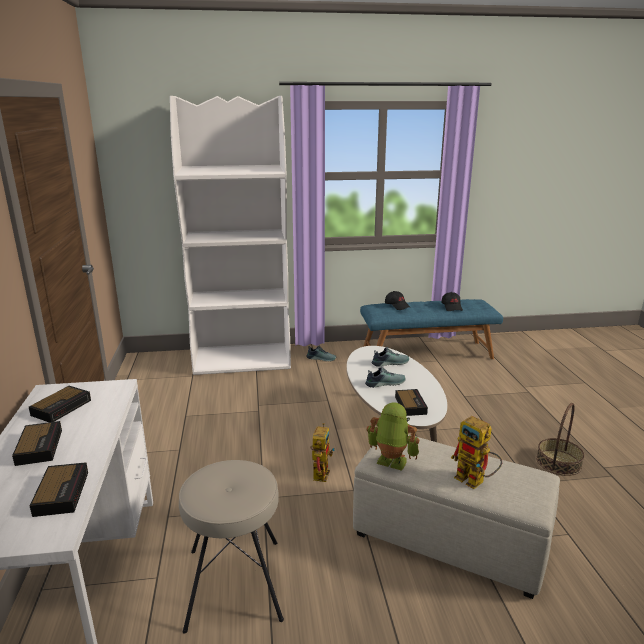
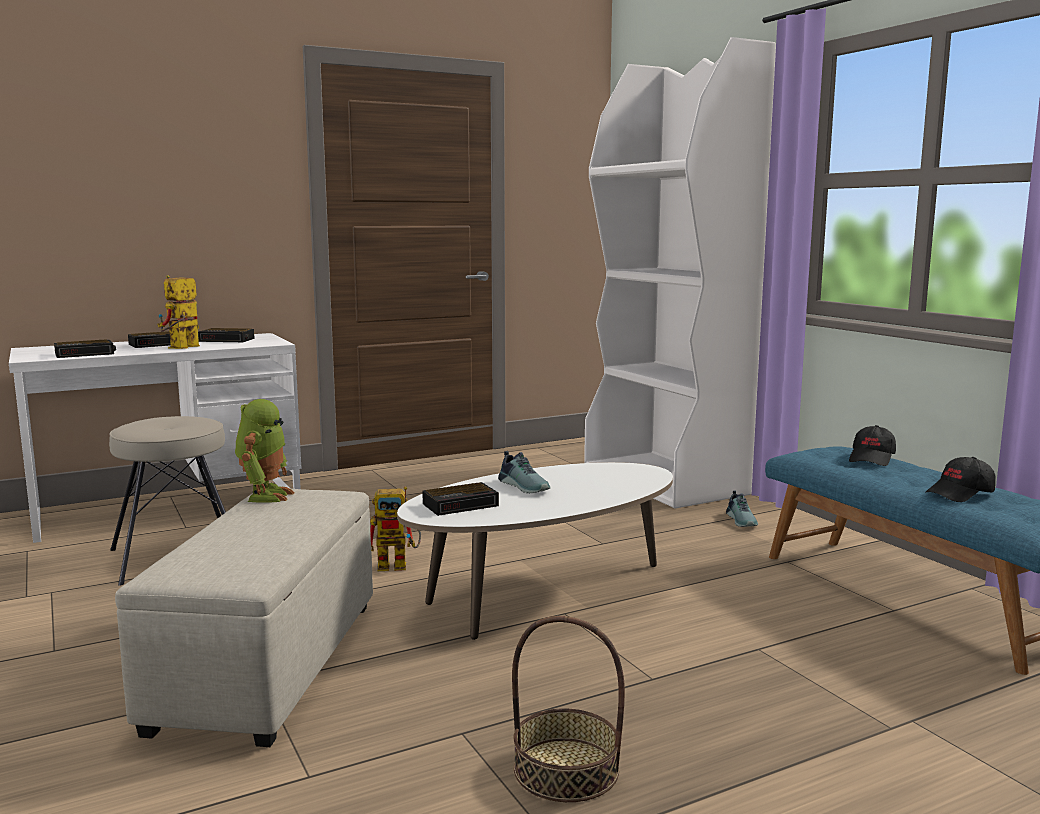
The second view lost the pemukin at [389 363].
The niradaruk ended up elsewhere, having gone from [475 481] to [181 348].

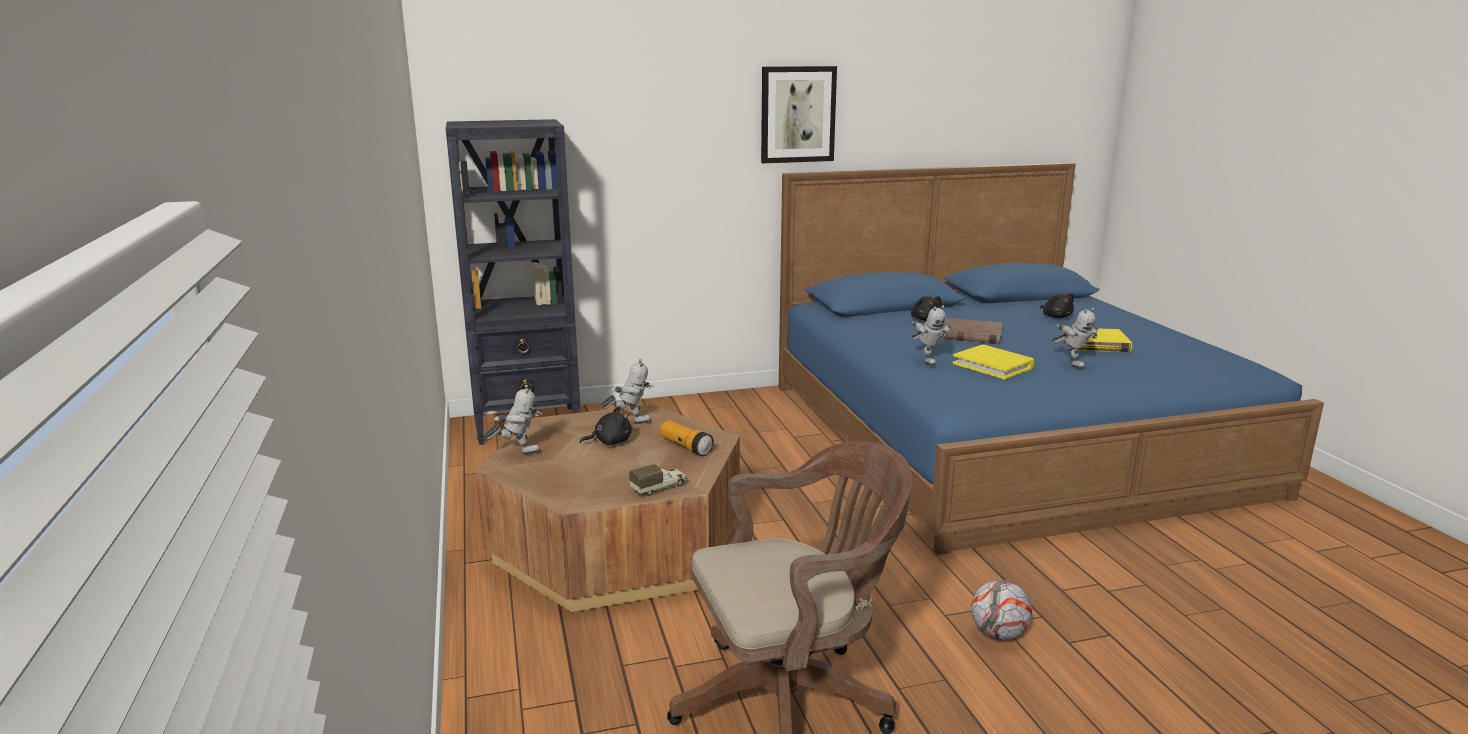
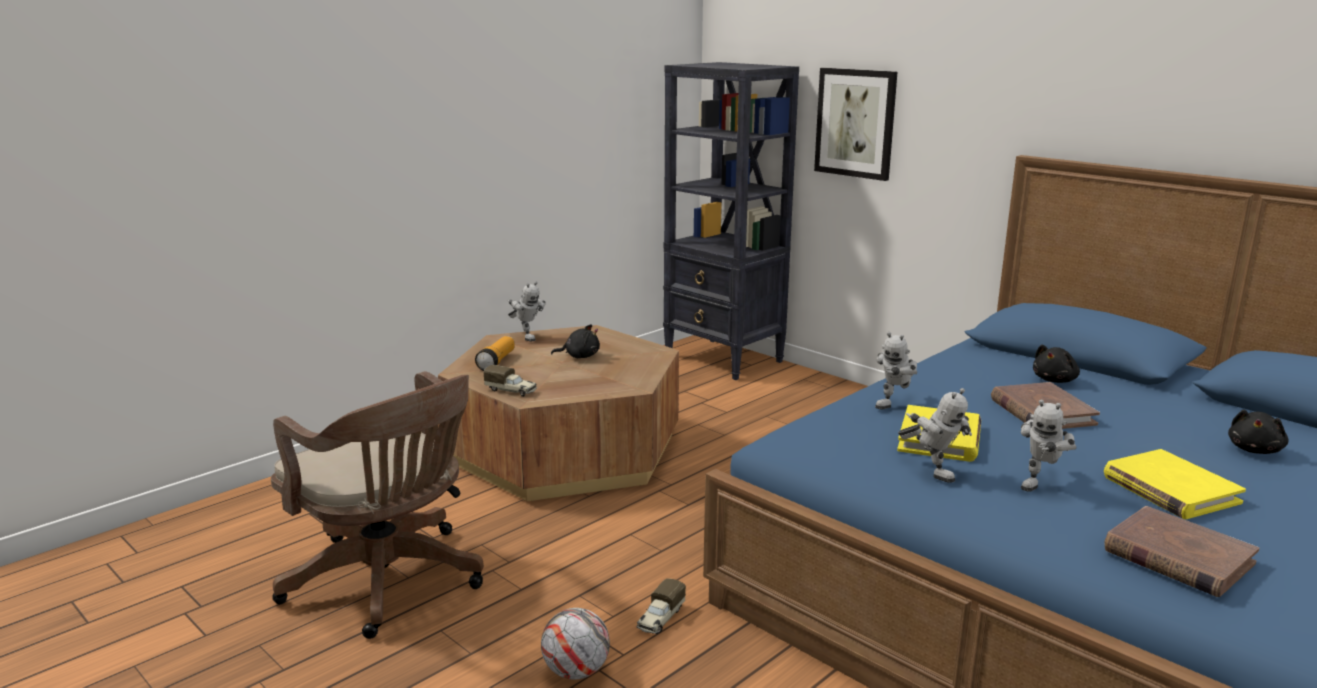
The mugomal ended up elsewhere, having gone from [797 114] to [855 123].
The niradaruk ended up elsewhere, having gone from [630 422] to [932 472].
The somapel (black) at [610 442] ended up facing another way, 45 degrees counterclockwise from before.
The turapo ended up elsewhere, having gone from [686 447] to [496 362].
The second view gained the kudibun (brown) at [1177 557].
The second view gained the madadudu at [660 619].

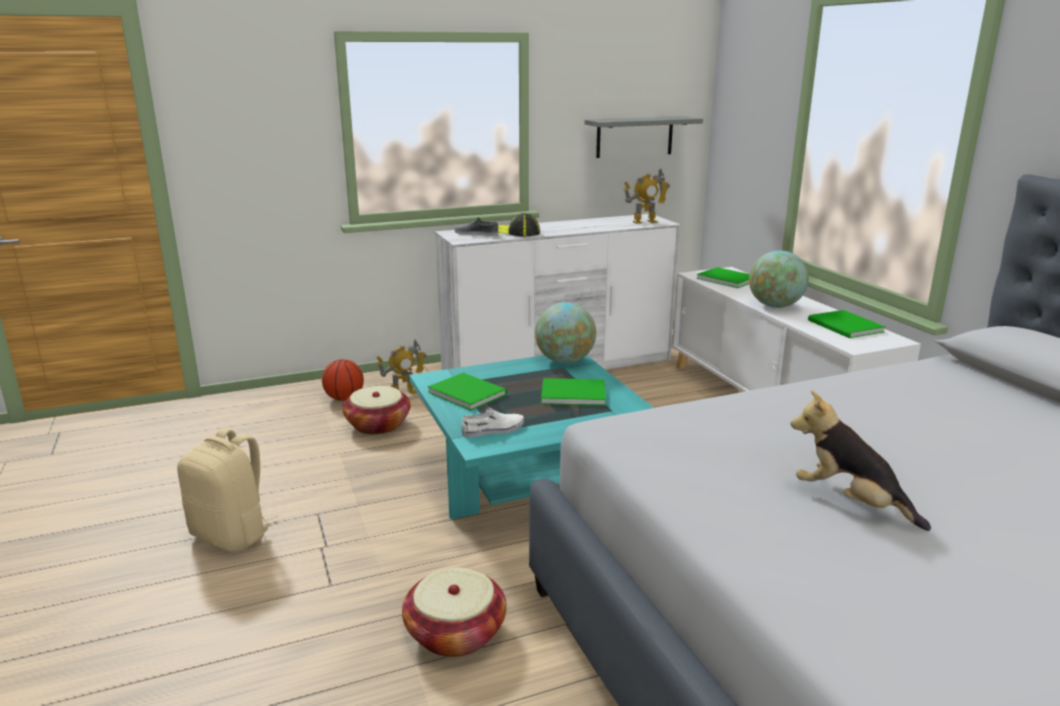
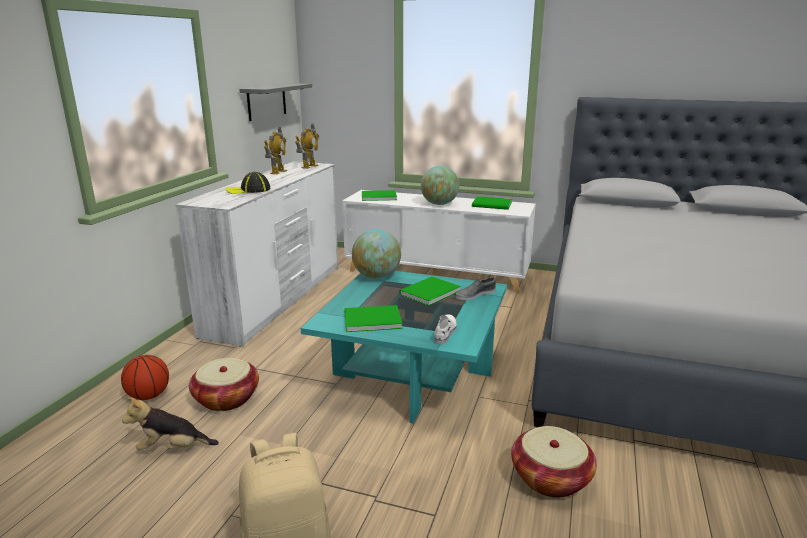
The pemukin (grey) ended up elsewhere, having gone from [476 234] to [475 294].
The niradaruk ended up elsewhere, having gone from [404 392] to [278 172].
The somapel ended up elsewhere, having gone from [850 502] to [172 448].

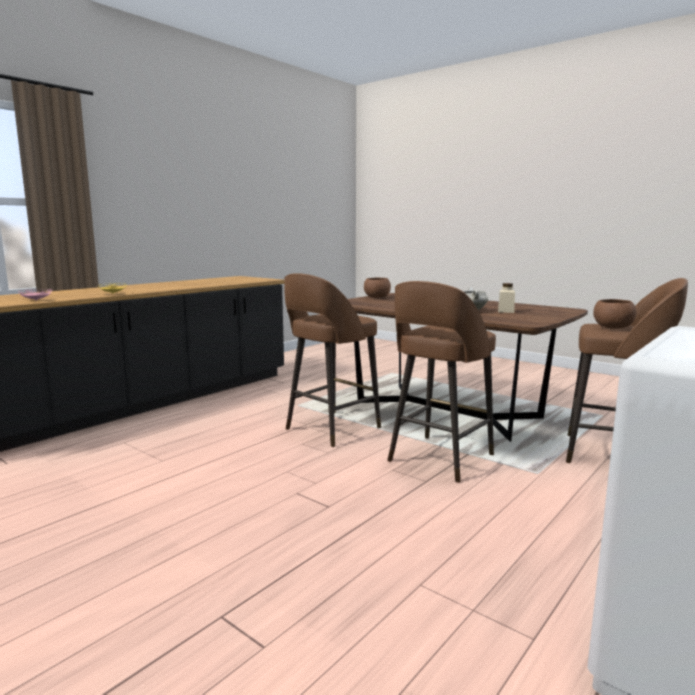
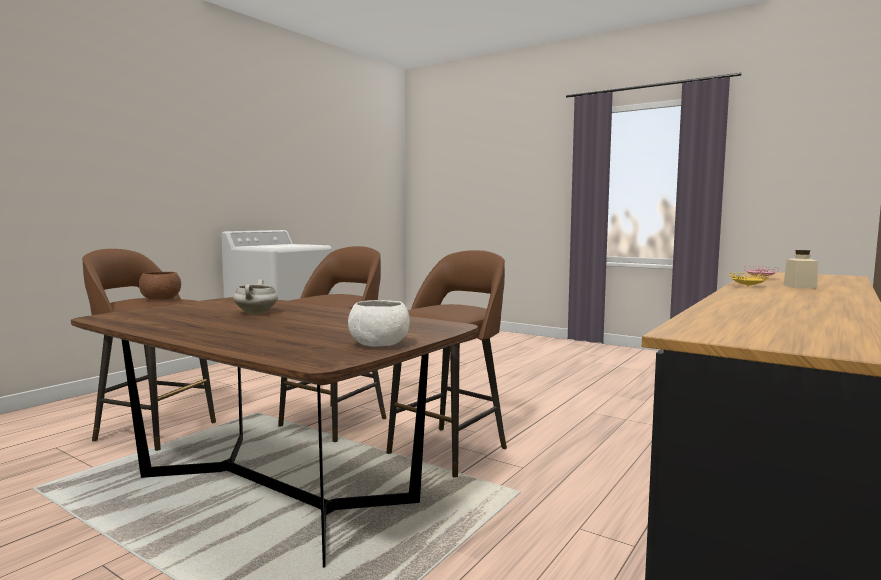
What was the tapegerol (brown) at [377 297] turned into the tapegerol (white) at [379 345].
The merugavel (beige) ended up elsewhere, having gone from [506 311] to [800 287].

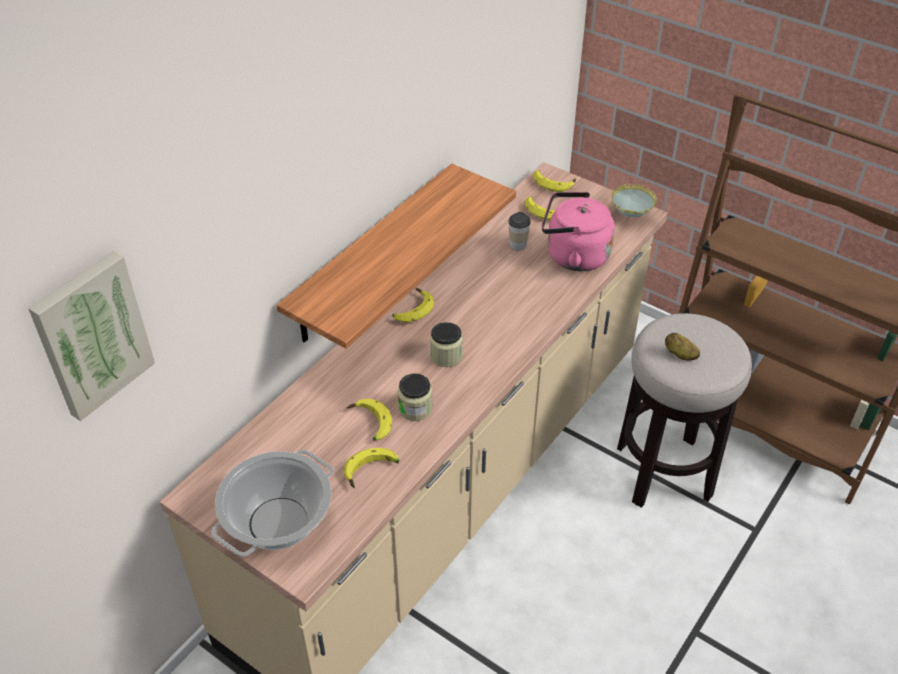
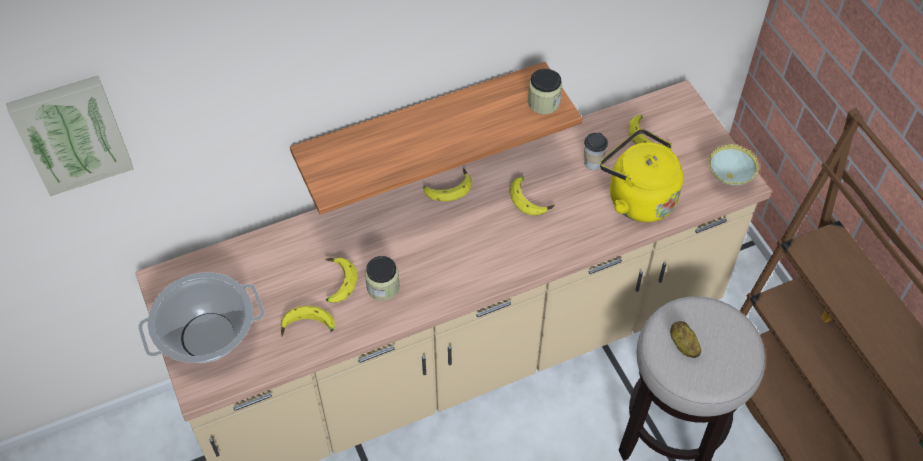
The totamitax ended up elsewhere, having gone from [553 183] to [531 199].
What was the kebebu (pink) at [573 256] turned into the kebebu (yellow) at [637 198].
The merugavel ended up elsewhere, having gone from [446 356] to [544 102].

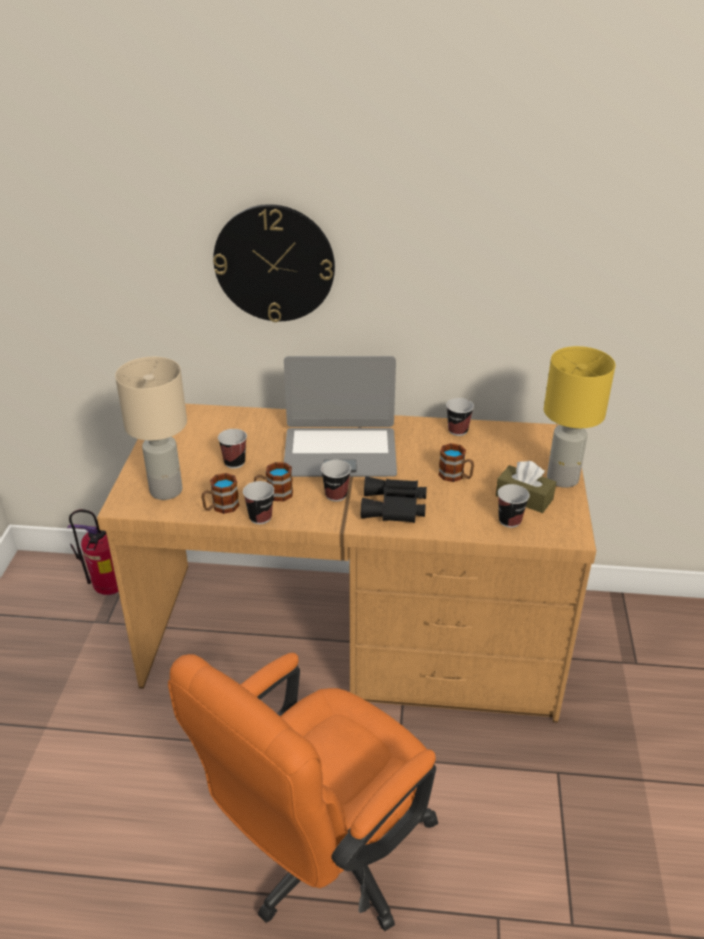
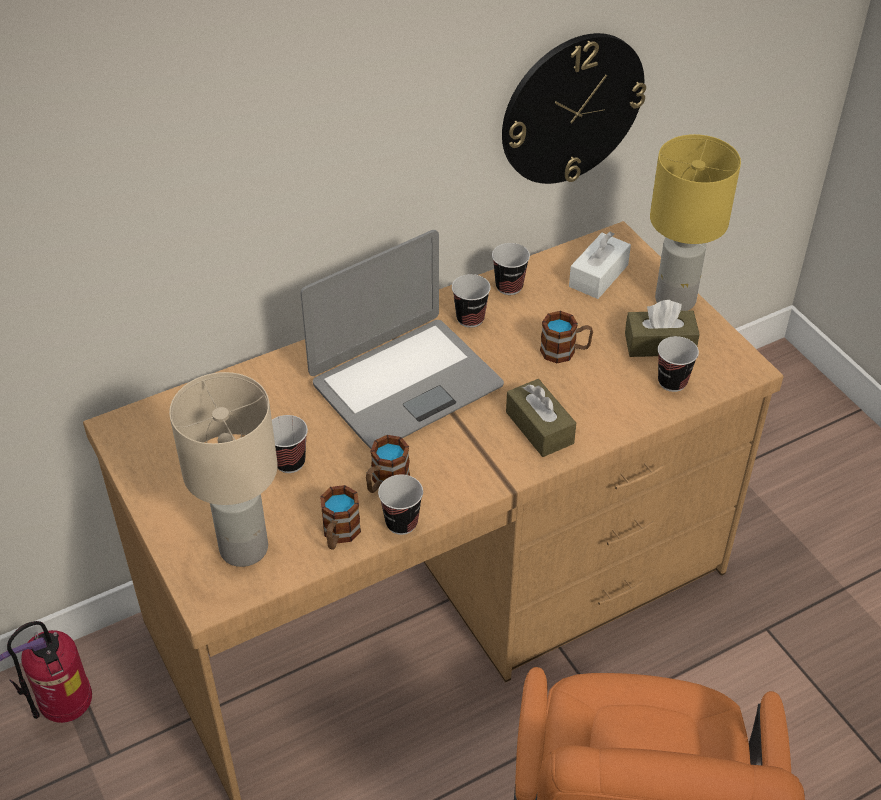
The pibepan ended up elsewhere, having gone from [274 263] to [572 109].
The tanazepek ended up elsewhere, having gone from [336 495] to [470 318].
Where the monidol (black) stood at [394 507], the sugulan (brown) came to stand at [539 428].
The second view gained the sugulan (white) at [598 276].

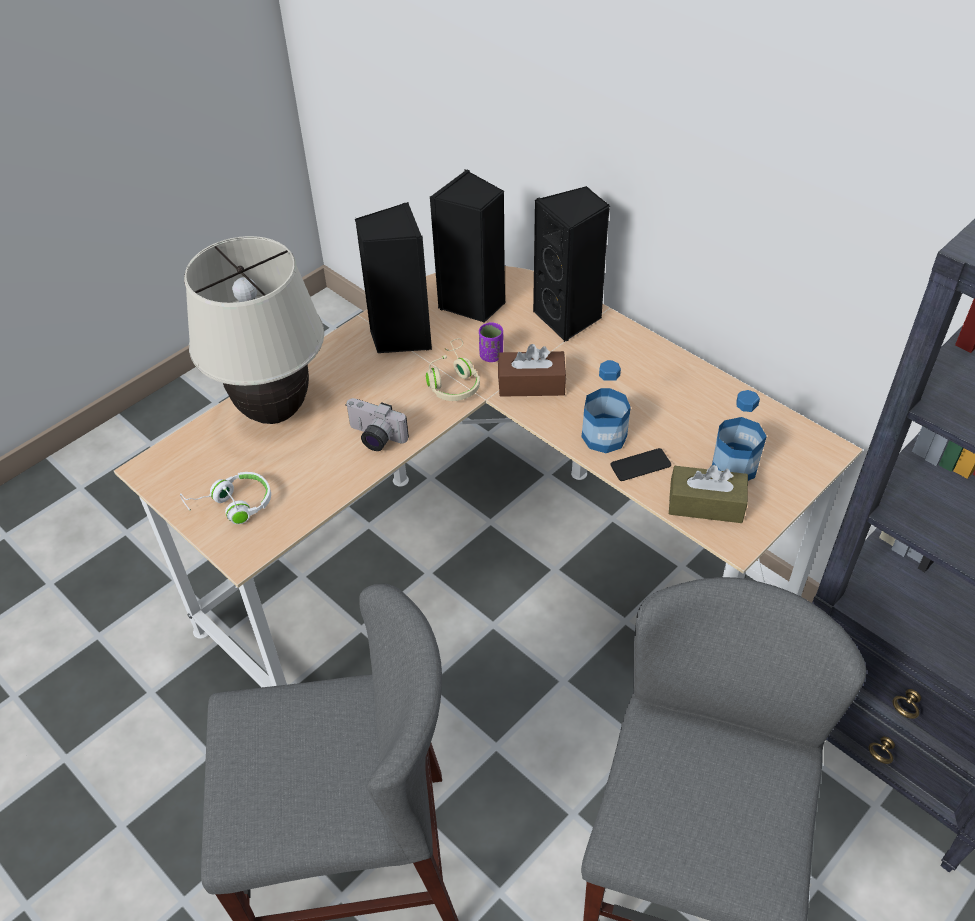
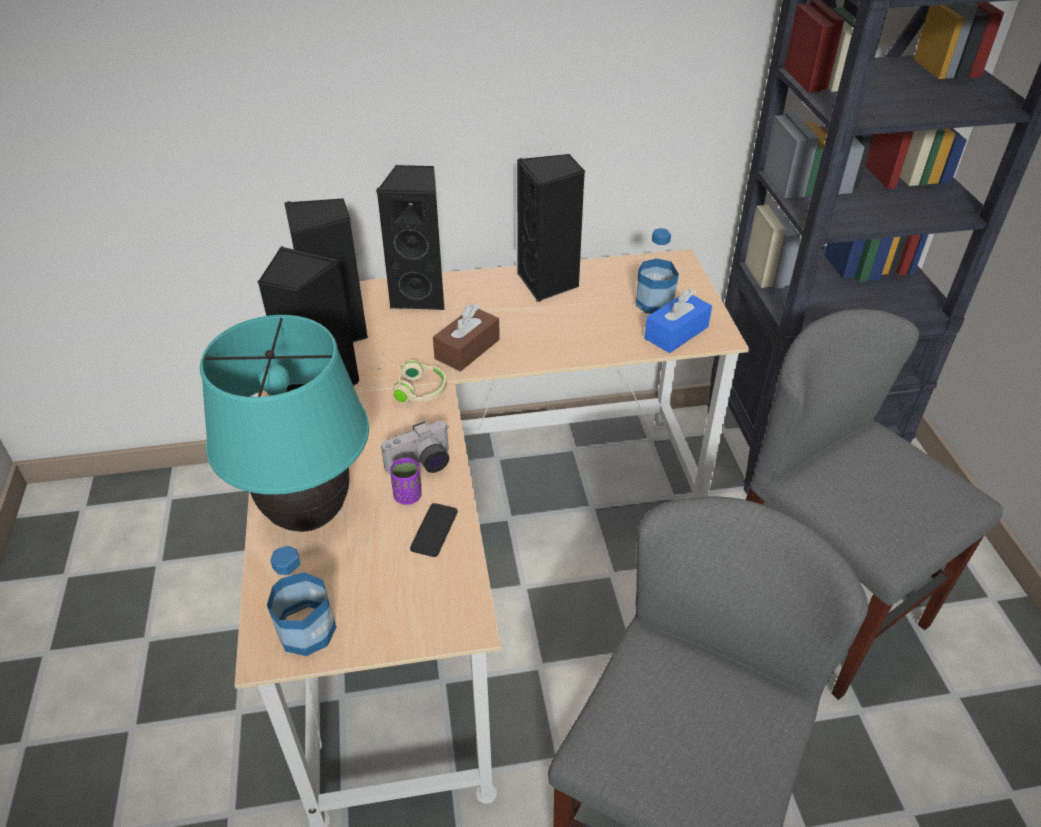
What was the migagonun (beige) at [275 412] turned into the migagonun (turquoise) at [309 515].
The tanazepek (purple) ended up elsewhere, having gone from [491 356] to [408 496].
The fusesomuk ended up elsewhere, having gone from [604 436] to [307 631].
The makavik ended up elsewhere, having gone from [640 465] to [434 530].
What was the sugulan (brown) at [706 504] turned into the sugulan (blue) at [676 332].
The second view lost the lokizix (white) at [232 505].
The second view gained the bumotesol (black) at [549 283].

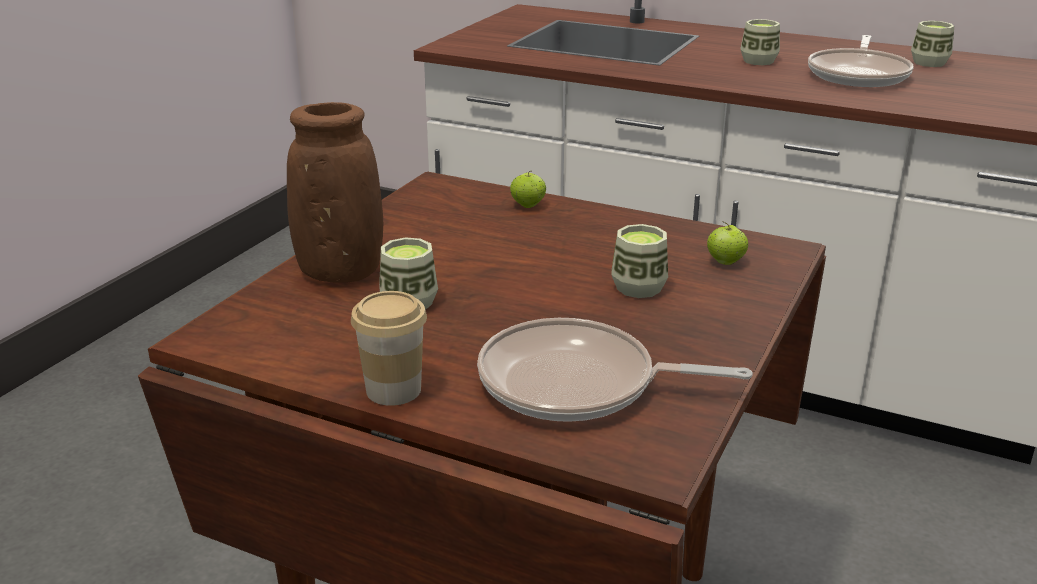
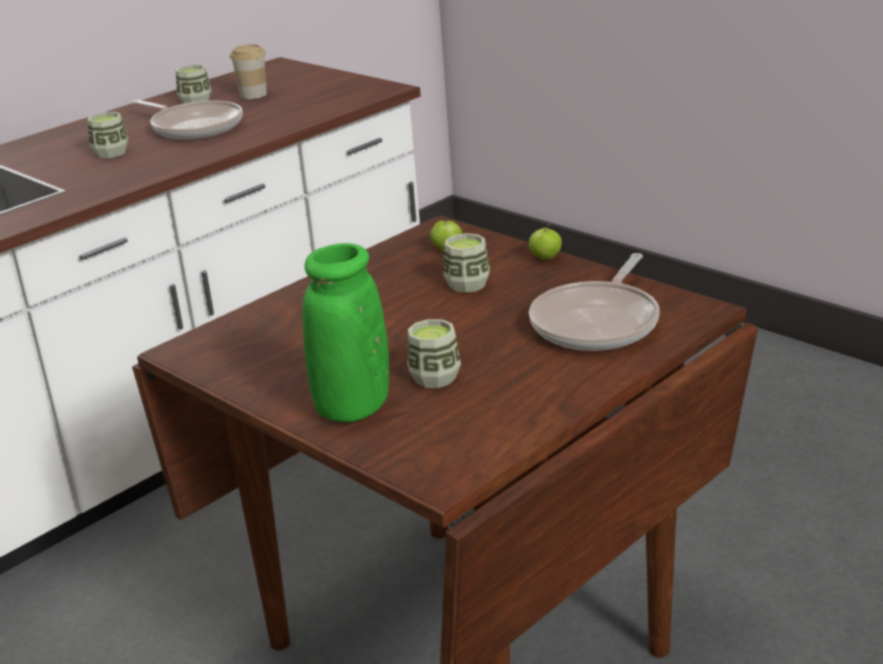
What was the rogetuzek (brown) at [341 272] turned into the rogetuzek (green) at [353 408].
The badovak ended up elsewhere, having gone from [528 205] to [545 258].
The tanazepek ended up elsewhere, having gone from [393 390] to [253 95].

